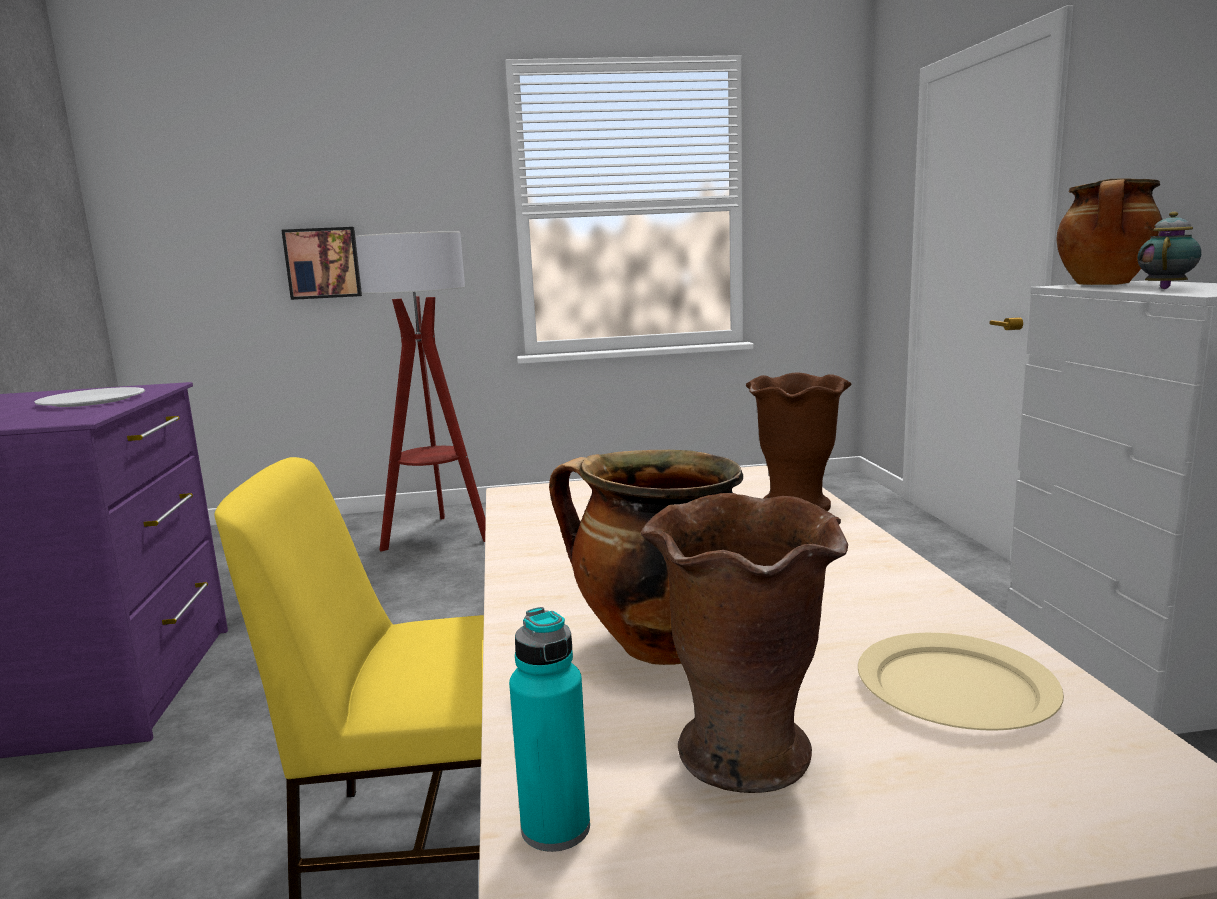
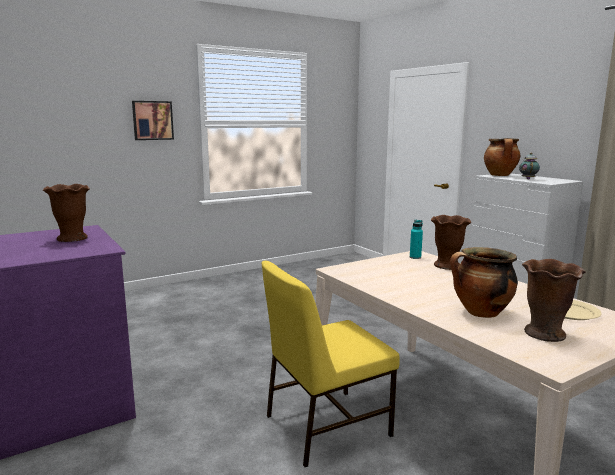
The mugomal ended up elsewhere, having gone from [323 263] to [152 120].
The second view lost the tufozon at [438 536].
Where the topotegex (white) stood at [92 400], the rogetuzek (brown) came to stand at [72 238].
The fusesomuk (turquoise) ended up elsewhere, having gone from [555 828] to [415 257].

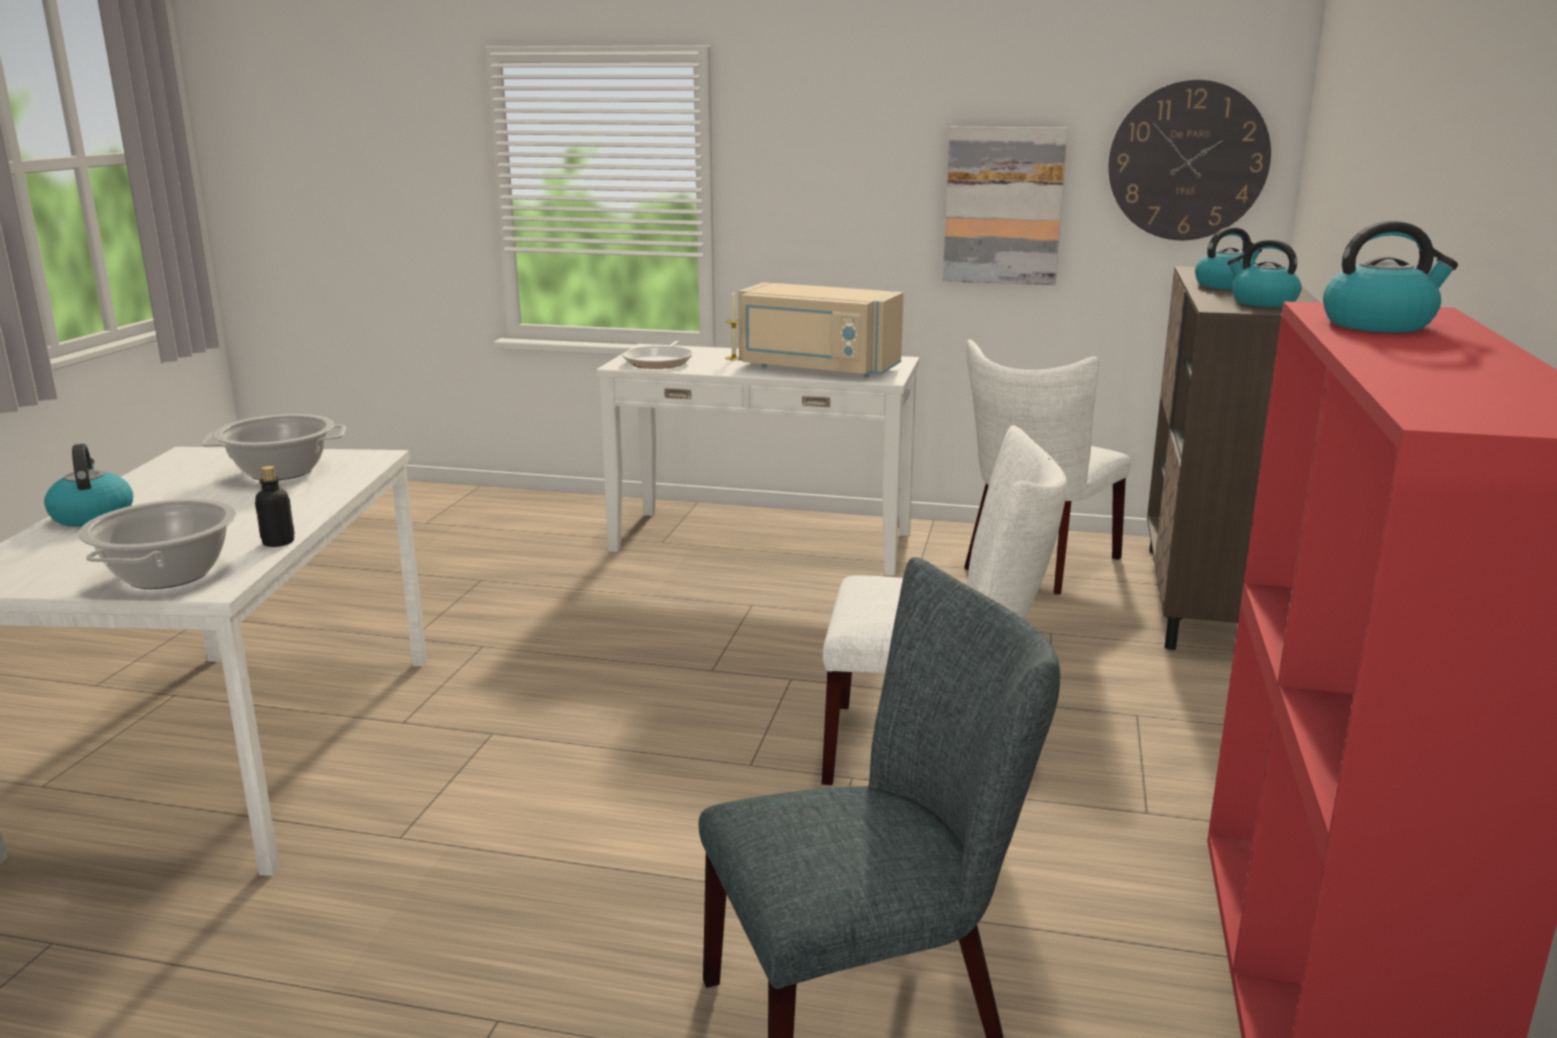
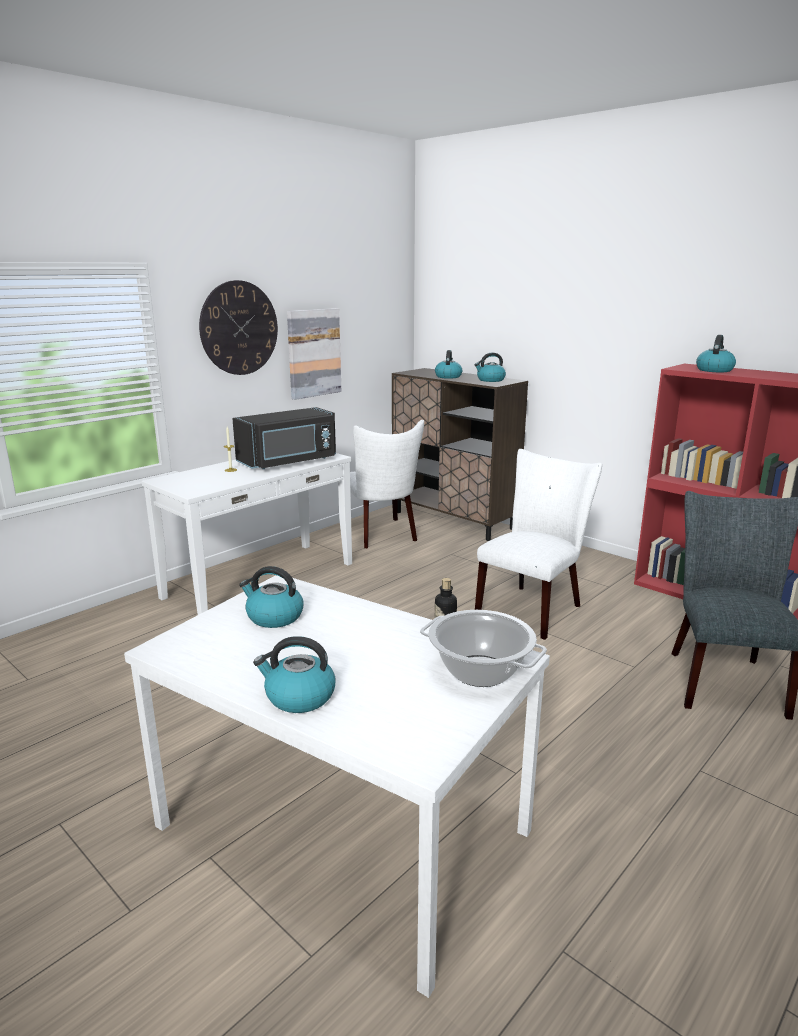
The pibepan ended up elsewhere, having gone from [1188 161] to [239 328].
What was the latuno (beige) at [816 368] turned into the latuno (black) at [289 462].
The second view lost the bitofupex at [659 361].
Where the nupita stood at [280 472], the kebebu came to stand at [274 617].

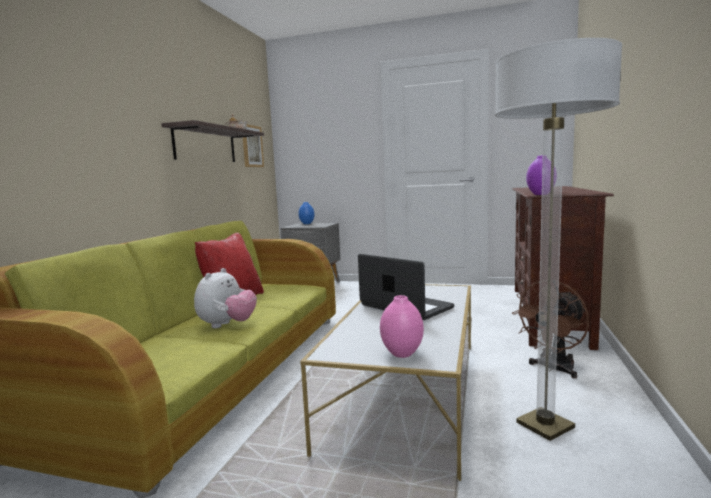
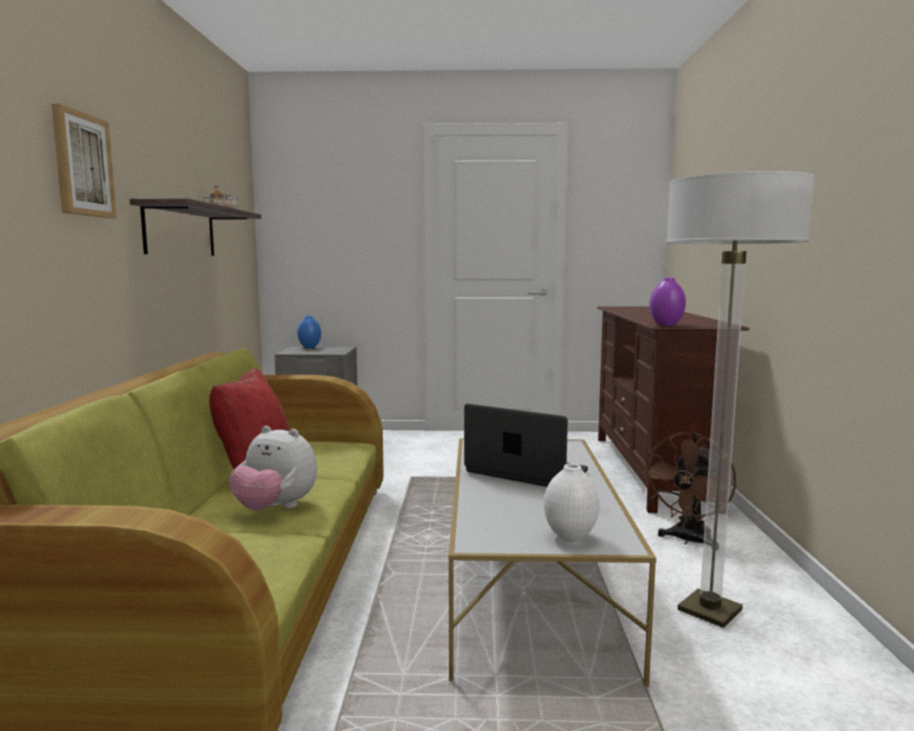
The mugomal ended up elsewhere, having gone from [251 146] to [82 165].
The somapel at [227 325] ended up facing another way, 105 degrees clockwise from before.
What was the rogetuzek (pink) at [402 354] turned into the rogetuzek (white) at [571 537].

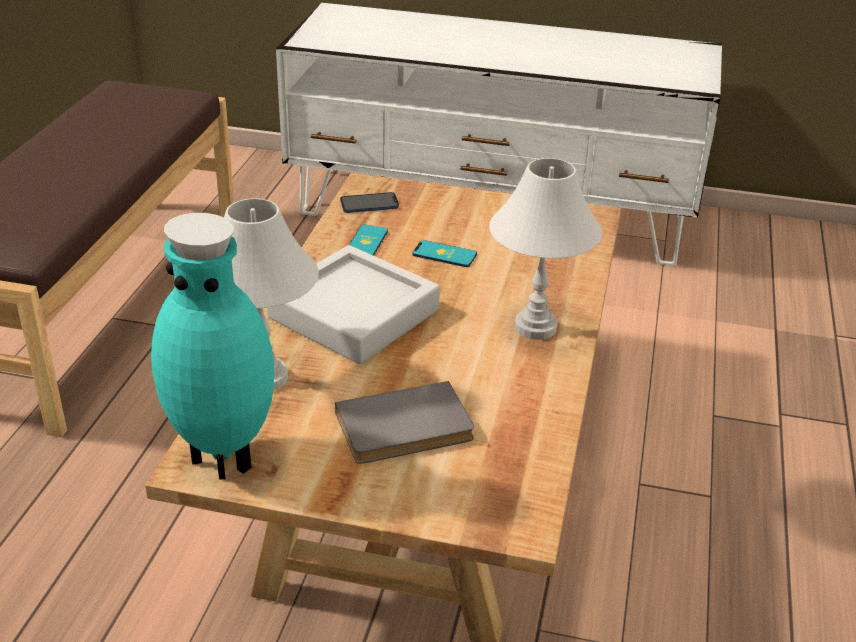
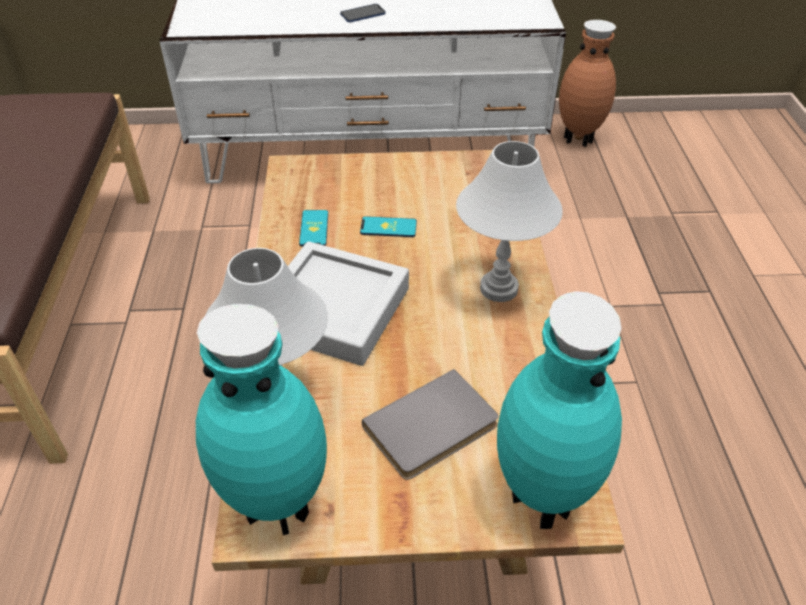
The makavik ended up elsewhere, having gone from [369 204] to [363 14].
The second view gained the rogetuzek (brown) at [578 139].
The second view gained the rogetuzek (turquoise) at [538 499].

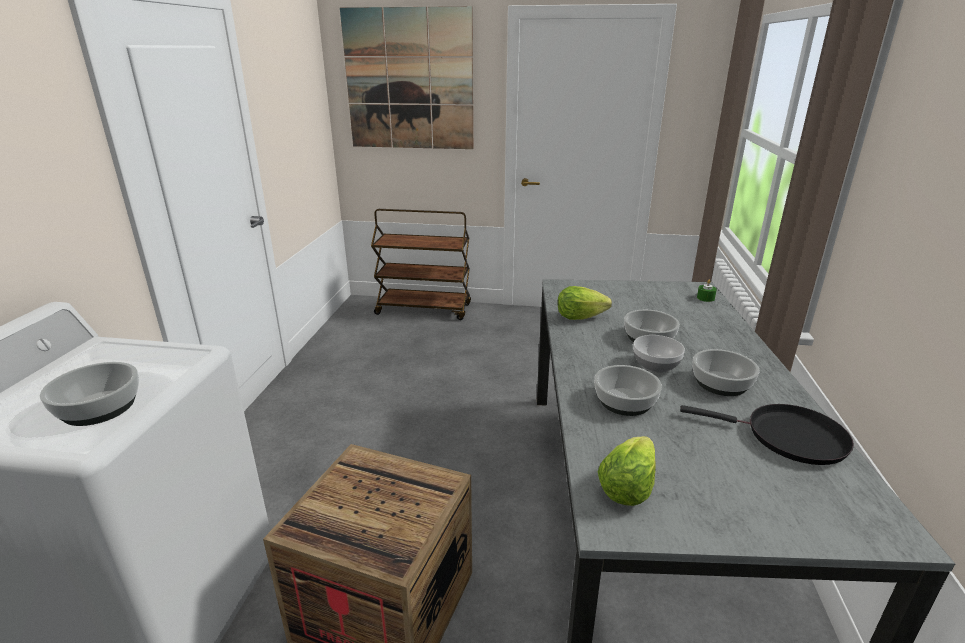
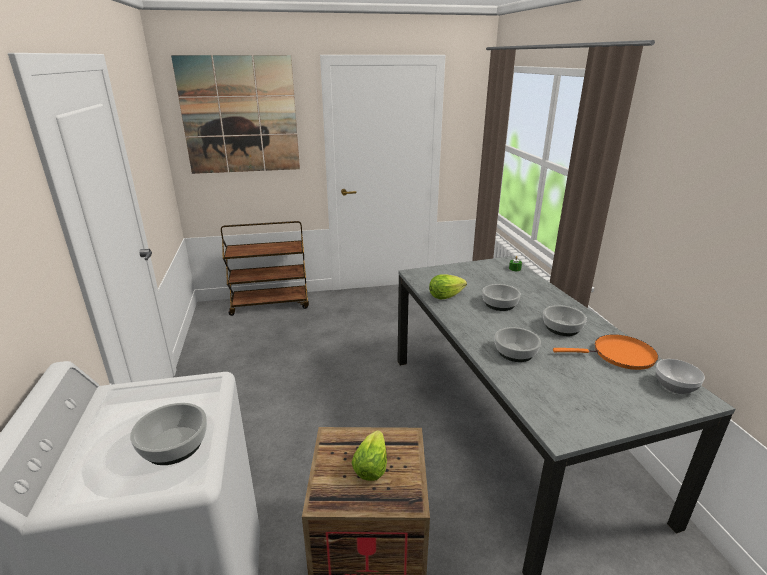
The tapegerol ended up elsewhere, having gone from [655 365] to [674 386].
What was the bitofupex (black) at [788 437] turned into the bitofupex (orange) at [619 355].
The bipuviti ended up elsewhere, having gone from [627 488] to [371 467].

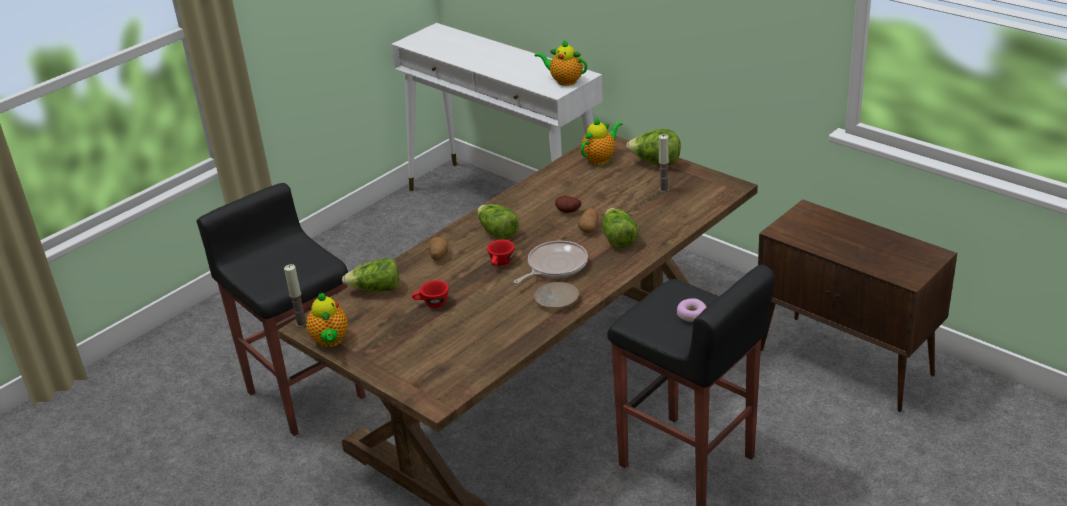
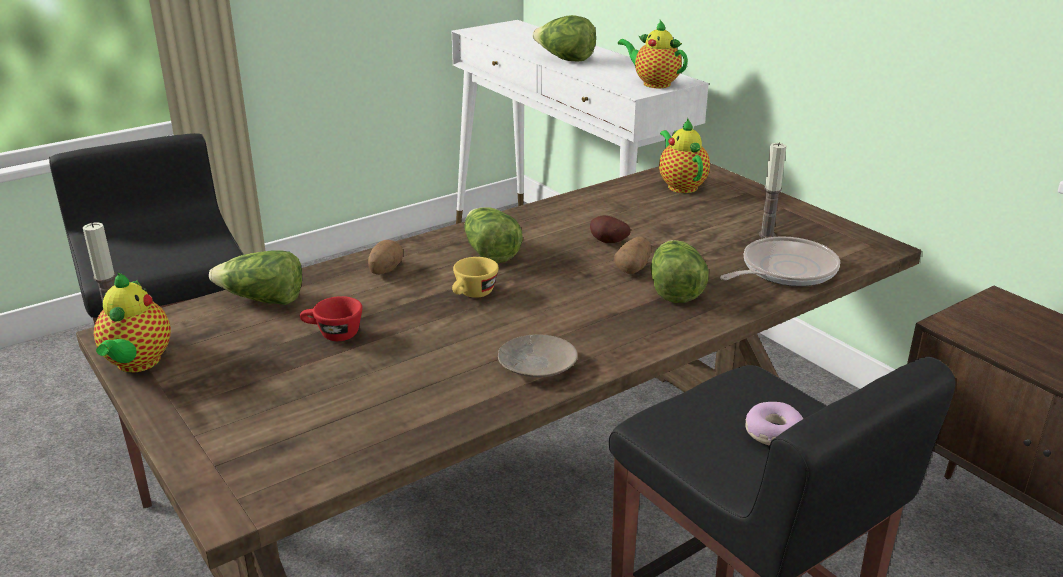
The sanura at [600 159] ended up facing another way, 75 degrees counterclockwise from before.
The bipuviti ended up elsewhere, having gone from [655 163] to [565 60].
What was the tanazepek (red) at [501 263] turned into the tanazepek (yellow) at [473 295].
The bitofupex ended up elsewhere, having gone from [555 266] to [784 271].

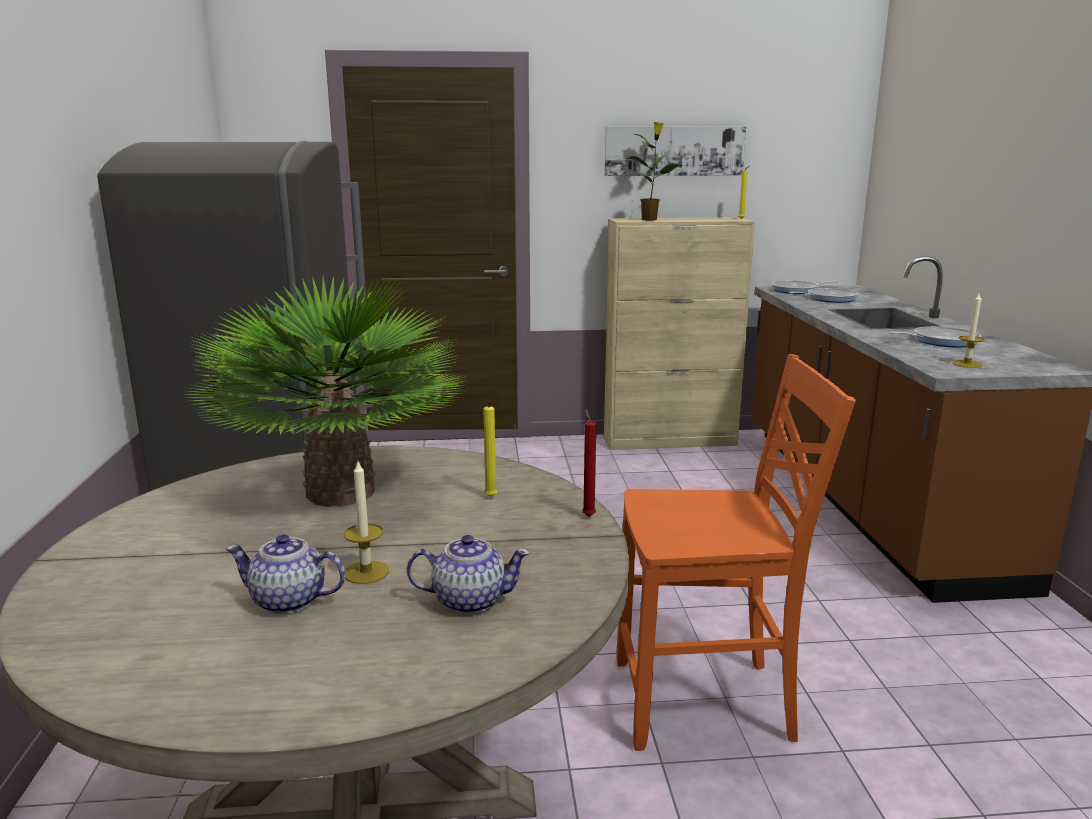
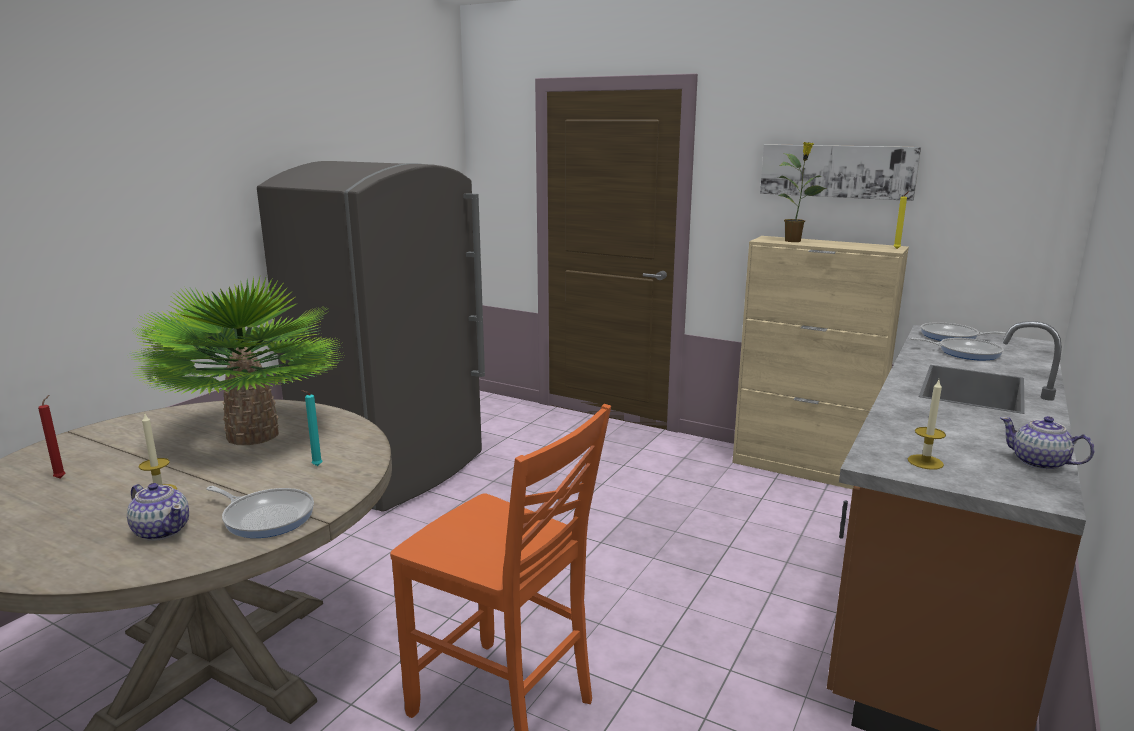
The bitofupex ended up elsewhere, having gone from [941 341] to [266 517].
What was the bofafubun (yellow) at [490 498] turned into the bofafubun (turquoise) at [315 466].
The bofafubun (red) ended up elsewhere, having gone from [588 515] to [62 477].
The sanura ended up elsewhere, having gone from [289 601] to [1039 463].

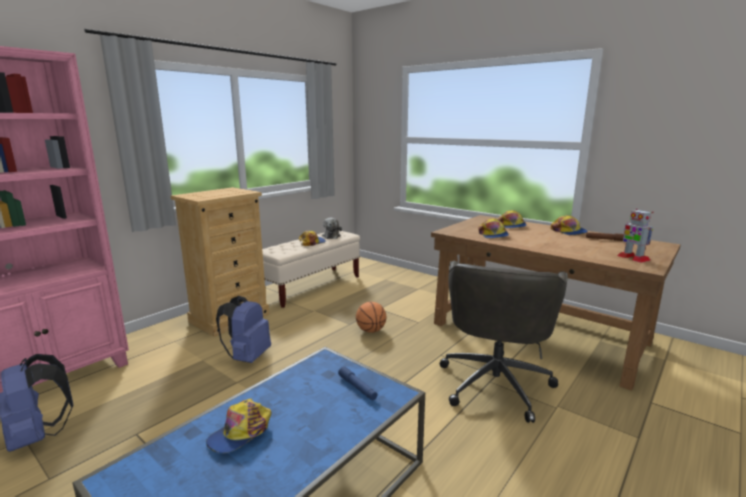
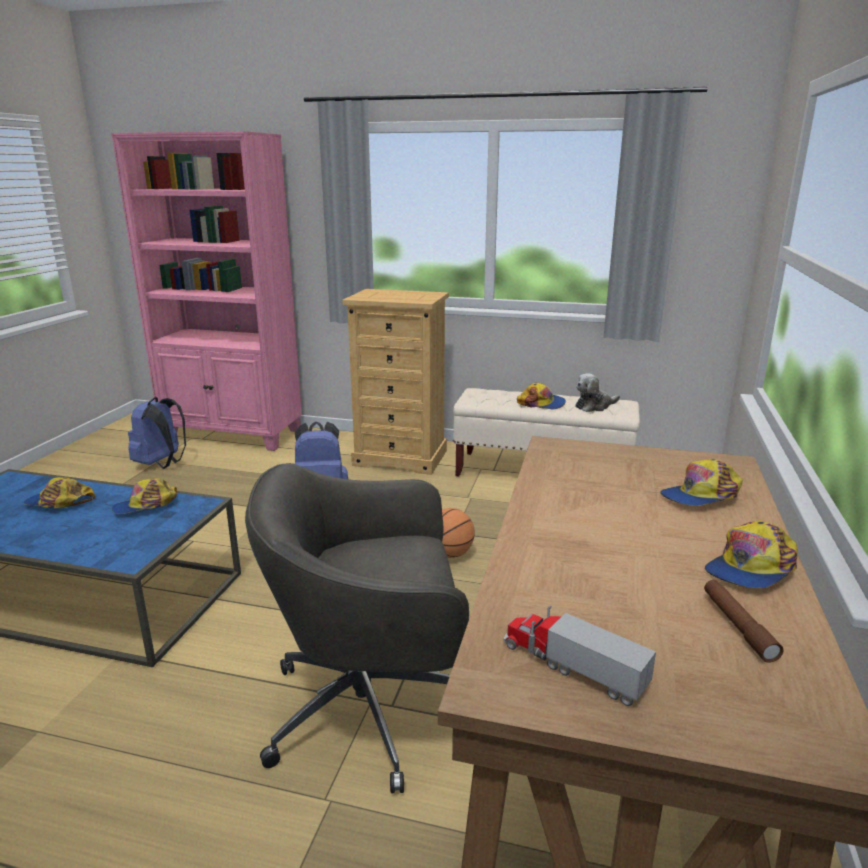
Where the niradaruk stood at [632 258], the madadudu came to stand at [572 666].
The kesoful ended up elsewhere, having gone from [493 235] to [145 506].
The second view lost the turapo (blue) at [357 387].

